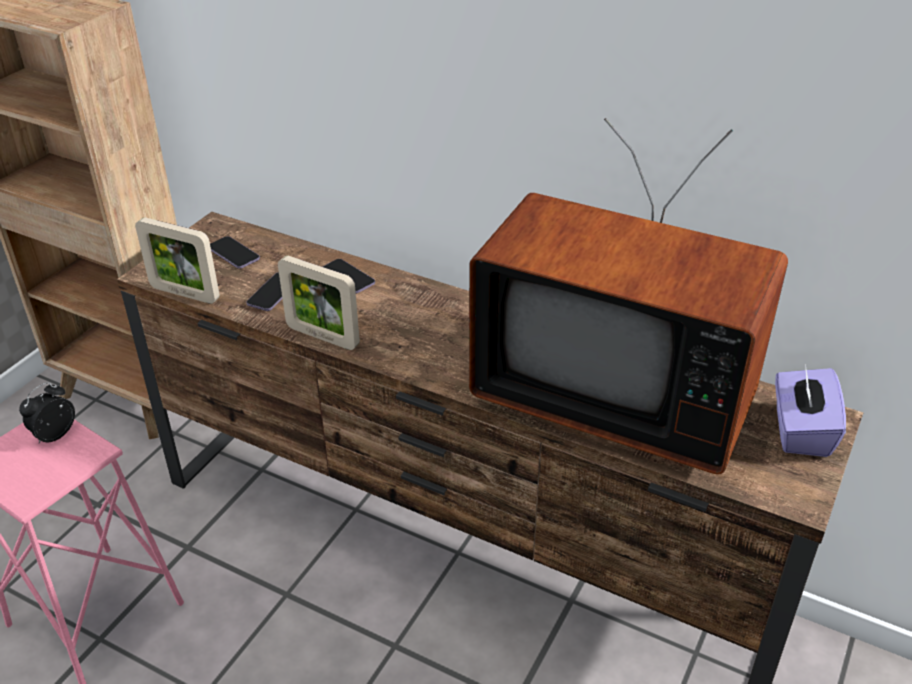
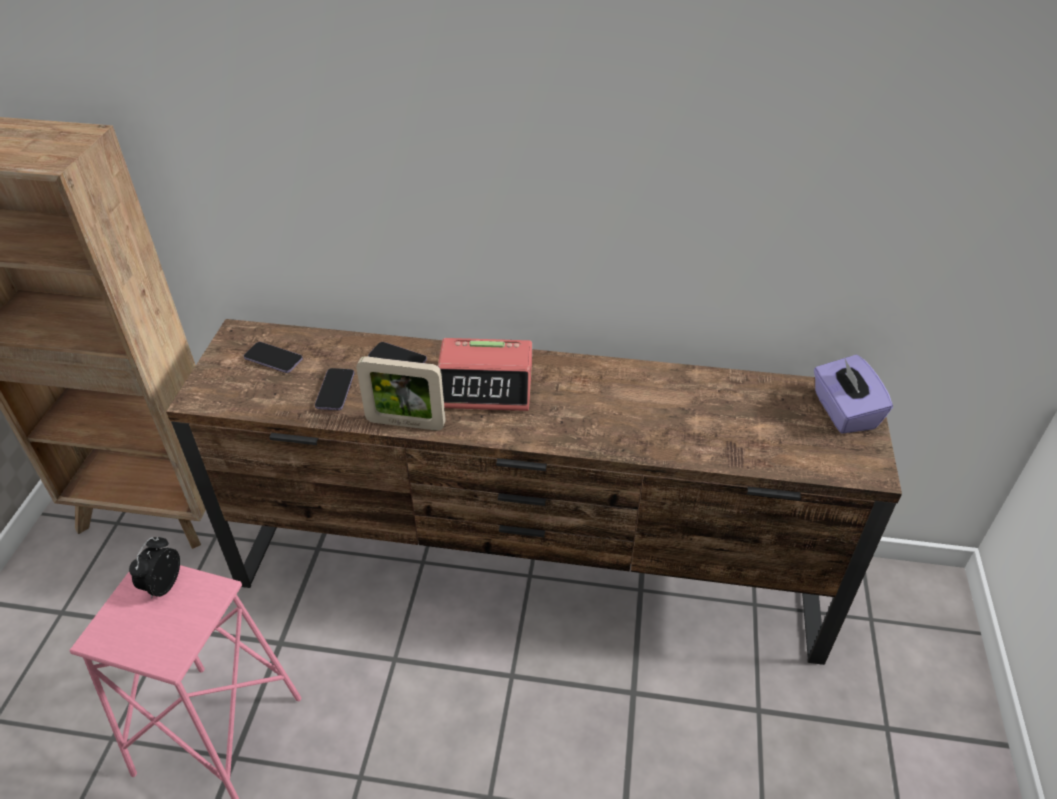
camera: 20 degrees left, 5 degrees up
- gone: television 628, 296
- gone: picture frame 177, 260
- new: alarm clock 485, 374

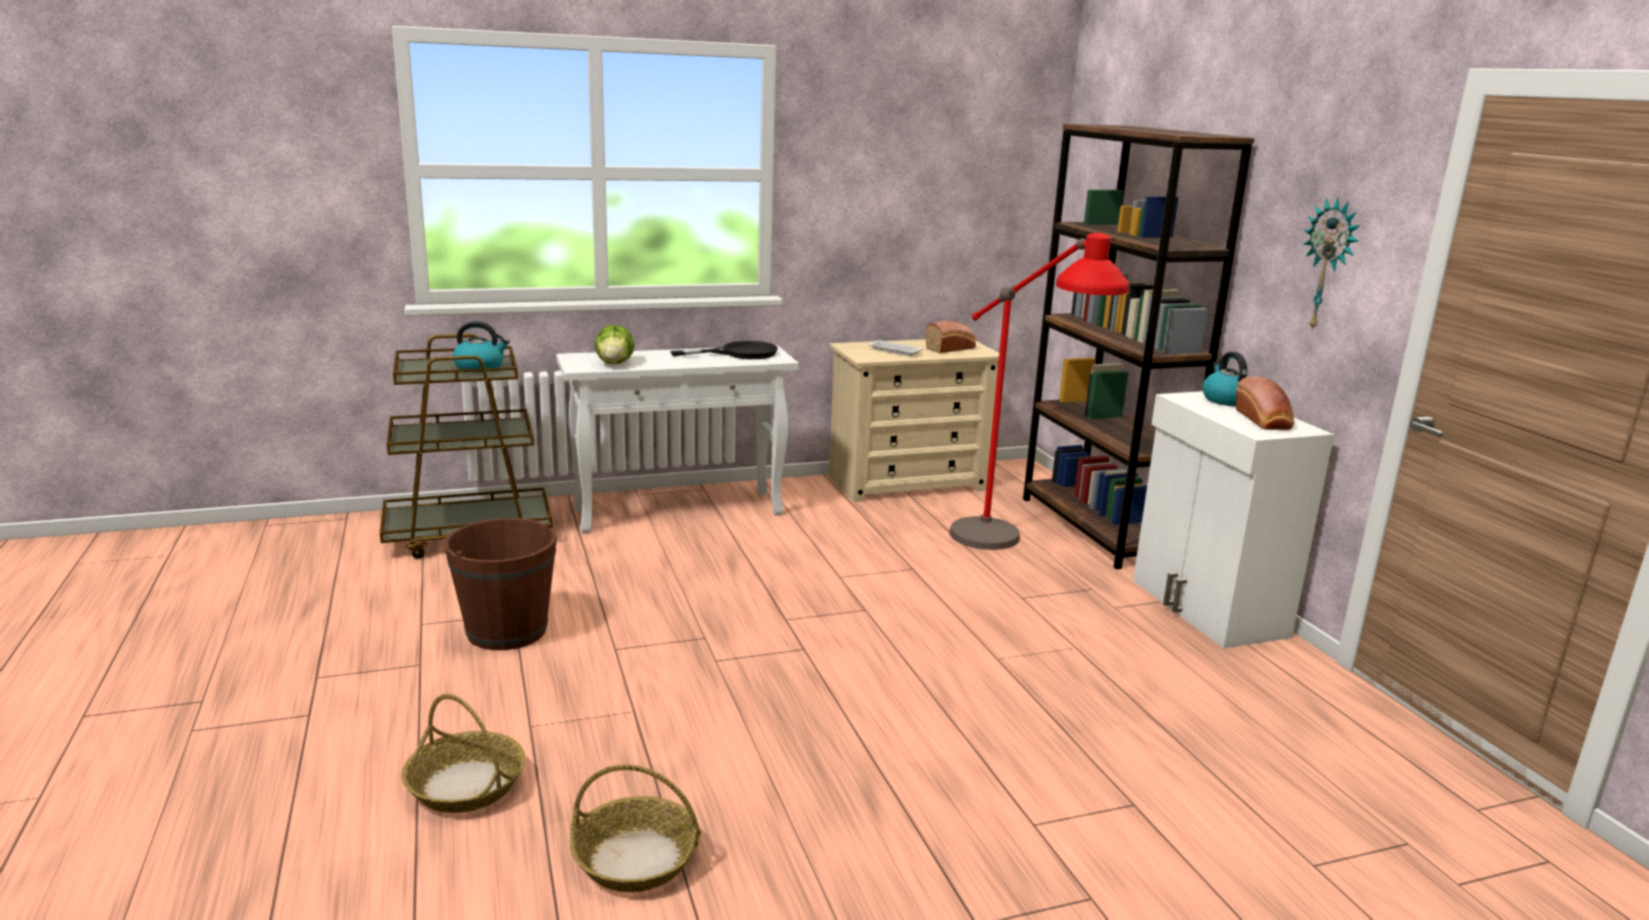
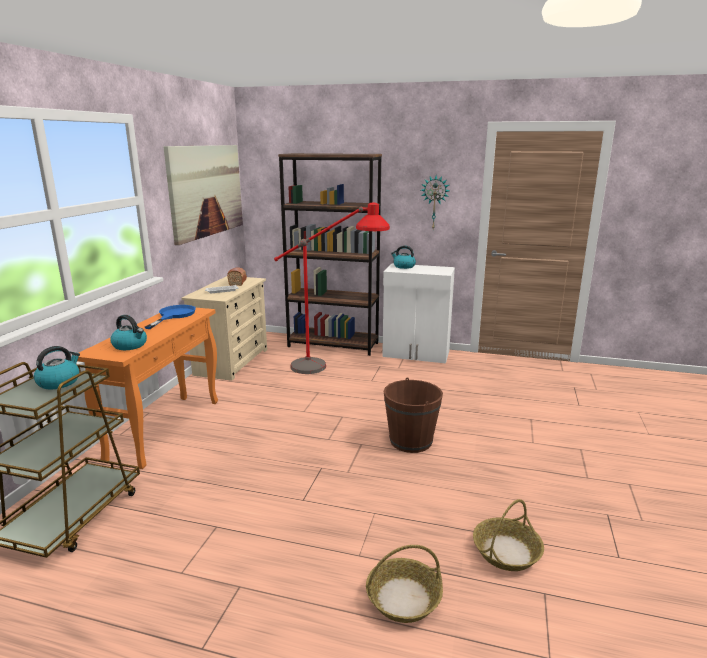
camera: 55 degrees left, 0 degrees up
- swapped: lettuce 614, 344 to kettle 128, 332
- repainted: frying pan (black) 724, 350 to frying pan (blue) 170, 317
- repainted: console table (white) 677, 439 to console table (orange) 147, 388
- gone: bread 1265, 403
- shifted: bucket (brown) 500, 584 to 413, 415
- new: picture 203, 195

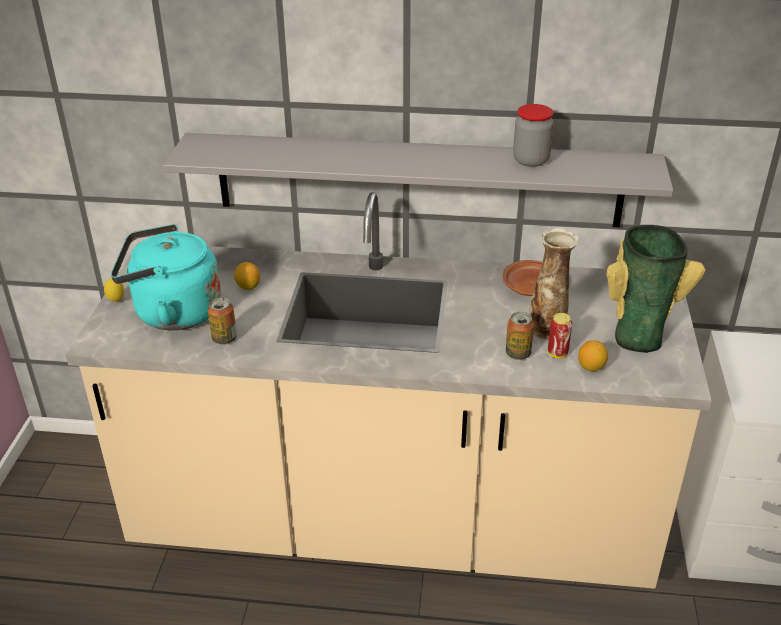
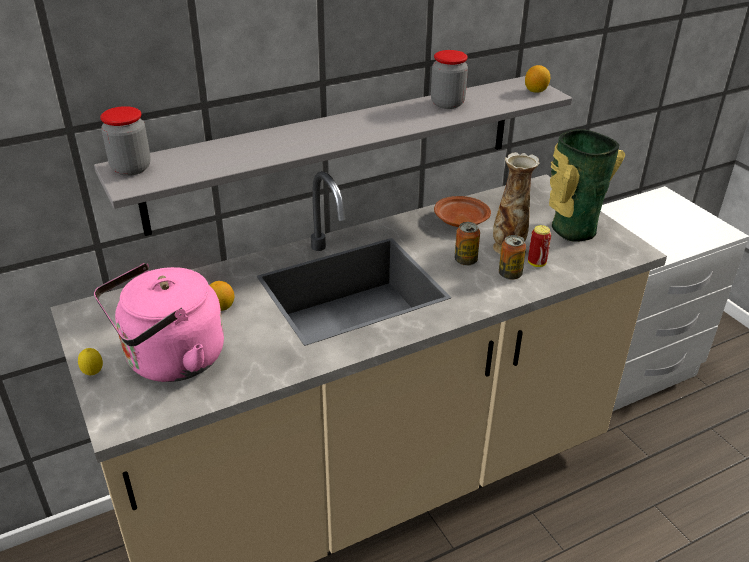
camera: 35 degrees left, 0 degrees up
- repainted: kettle (turquoise) 166, 277 to kettle (pink) 159, 322
- shifted: can 222, 320 to 467, 244
- shifted: lemon 593, 355 to 537, 79
- new: jar 125, 141

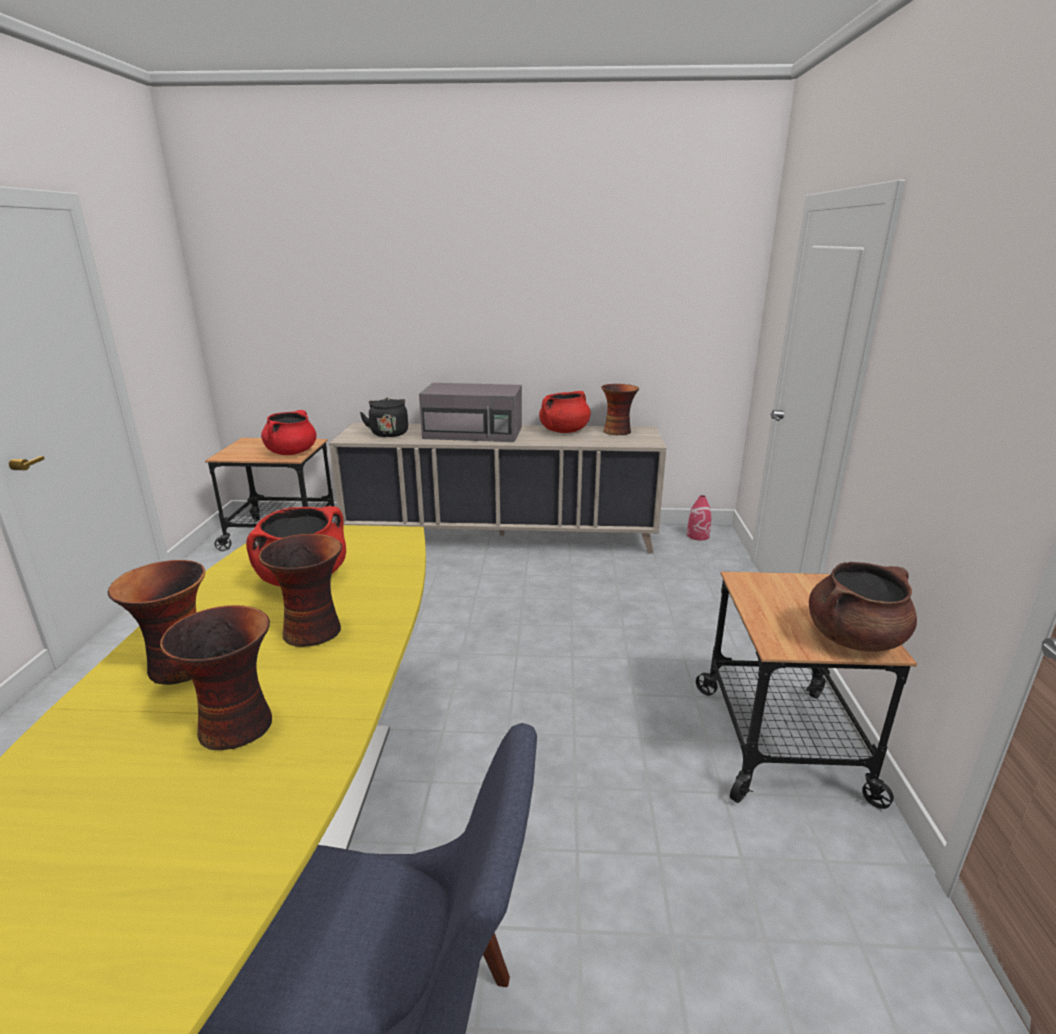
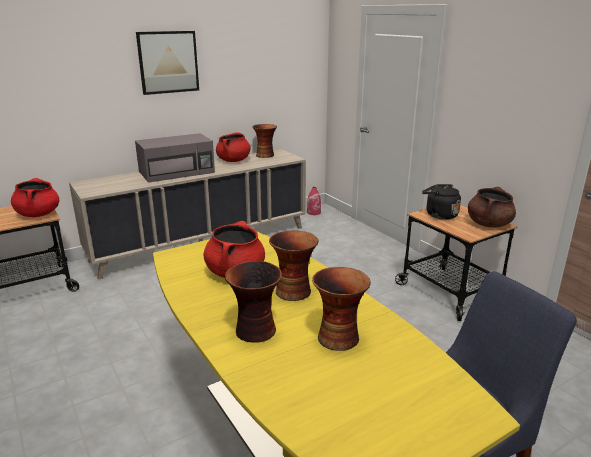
camera: 35 degrees left, 0 degrees up
- shifted: kettle (black) 384, 417 to 441, 202
- new: picture 167, 63

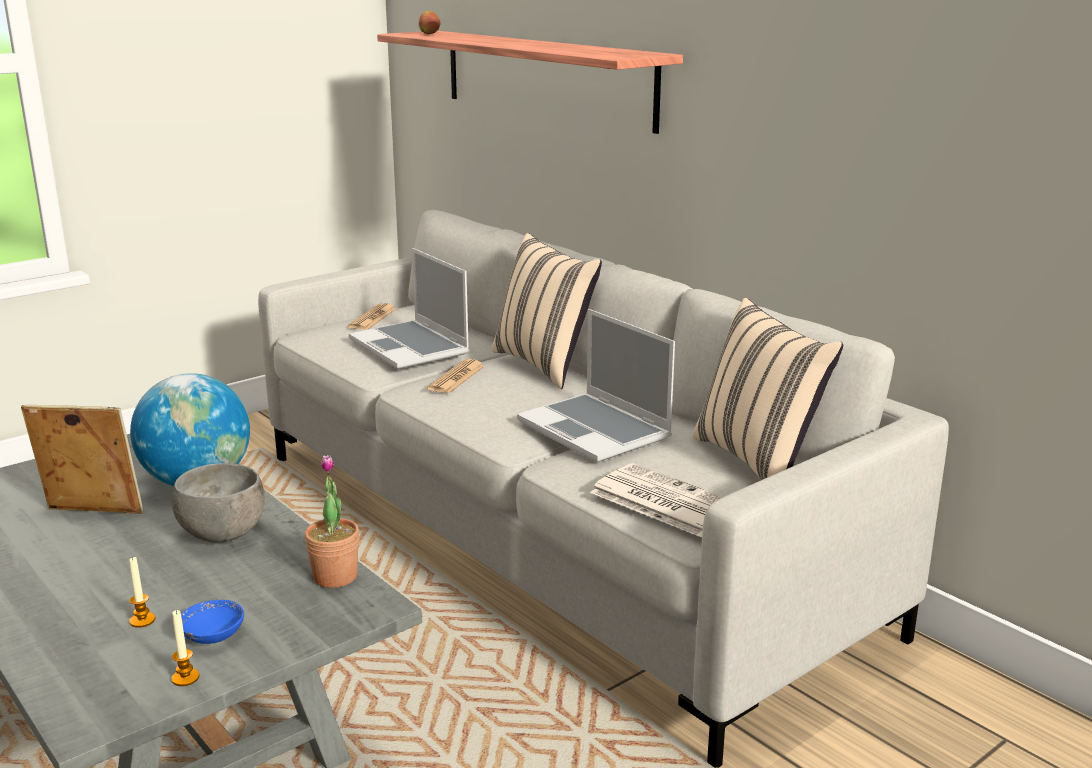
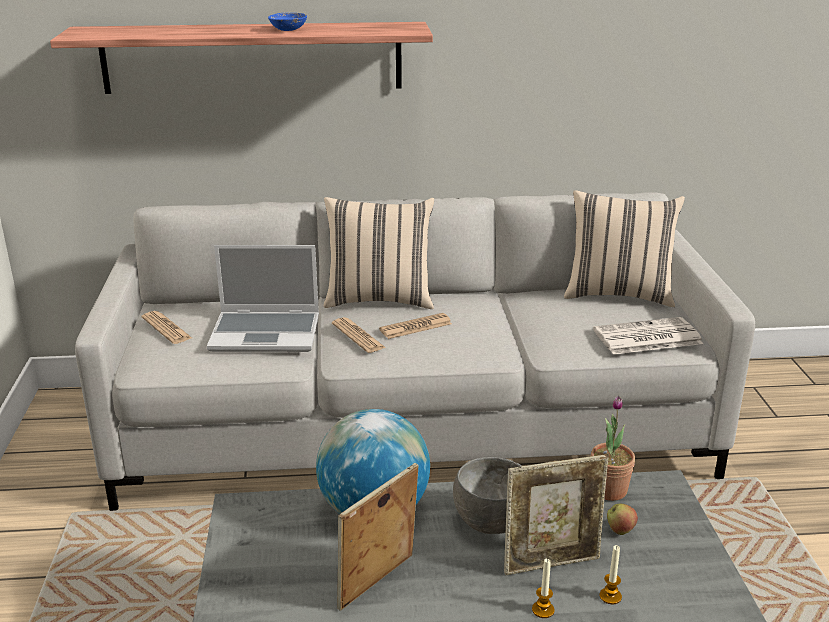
camera: 55 degrees left, 5 degrees up
- shifted: apple 430, 22 to 622, 519
- gone: laptop 596, 386
- shifted: bowl (blue) 212, 622 to 287, 22
- shifted: candle 185, 648 to 543, 588
- new: newspaper 415, 326
- new: picture frame 556, 515

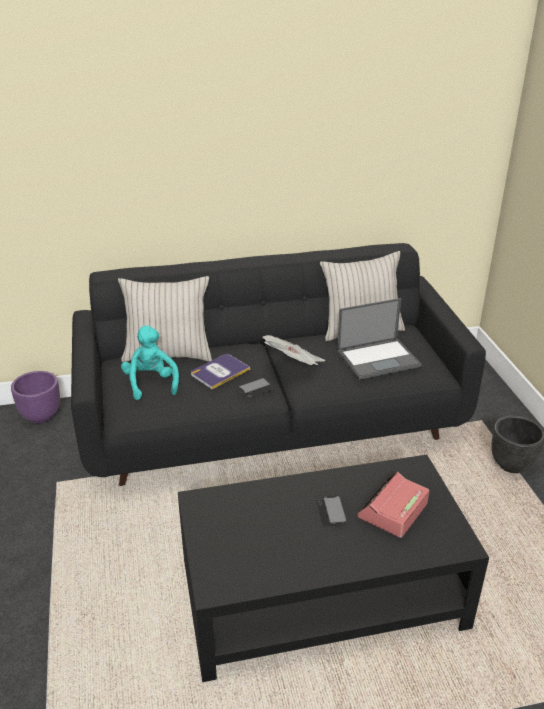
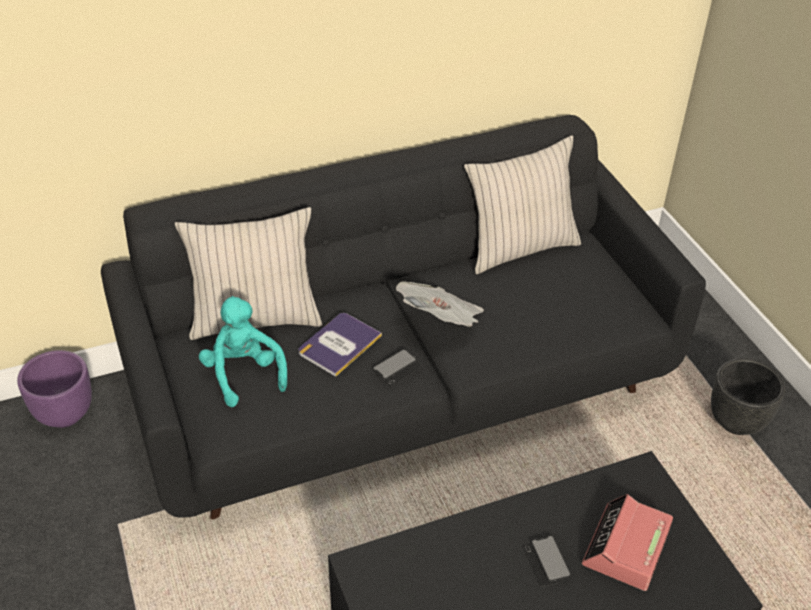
camera: 10 degrees left, 10 degrees up
- gone: laptop 379, 339

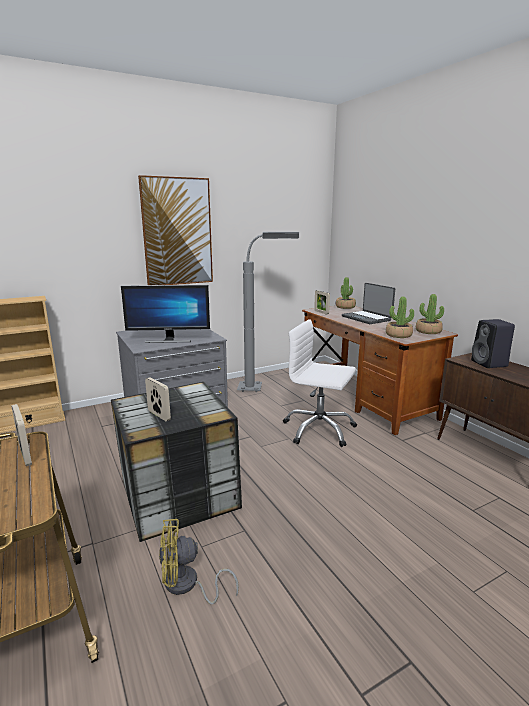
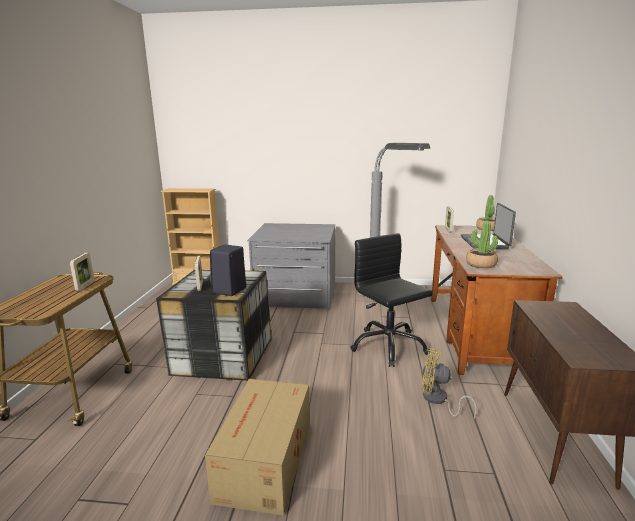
camera: 35 degrees right, 0 degrees up
- gone: picture 175, 230
- gone: monitor 165, 314
- gone: potted plant 430, 314
- repainted: office chair (white) 320, 383 to office chair (black) 391, 300
- shifted: speaker (black) 493, 343 to 228, 270
- shifted: fan (yellow) 199, 561 to 449, 383
- new: cardboard box 257, 447

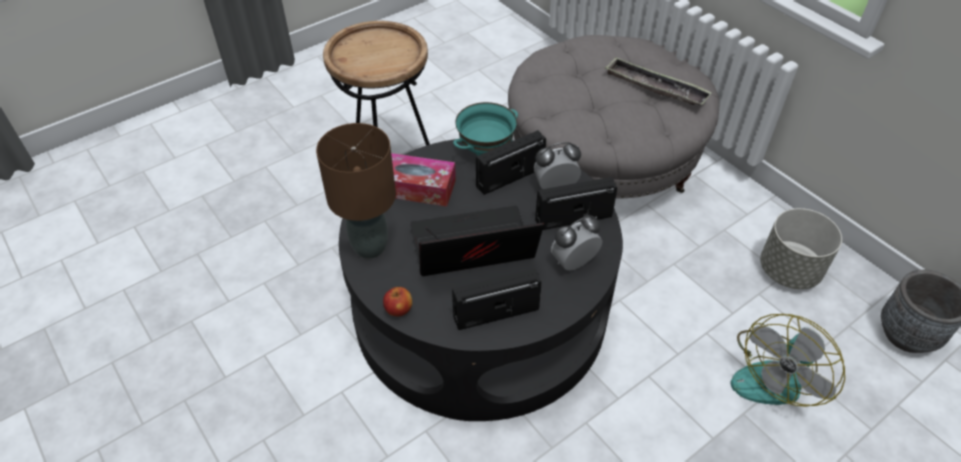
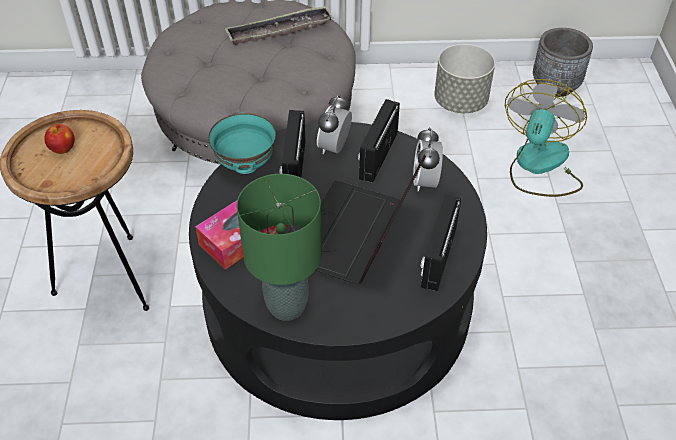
camera: 55 degrees left, 0 degrees up
- repainted: table lamp (brown) 356, 191 to table lamp (green) 279, 247
- shifted: apple 397, 301 to 59, 139
- rotated: fan 788, 360 = 546, 138 150 degrees counterclockwise

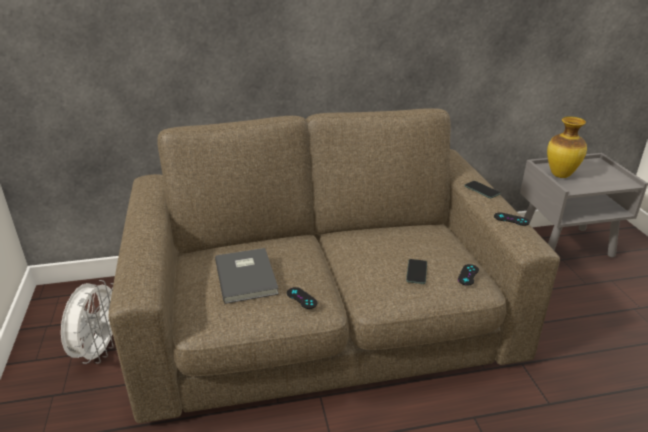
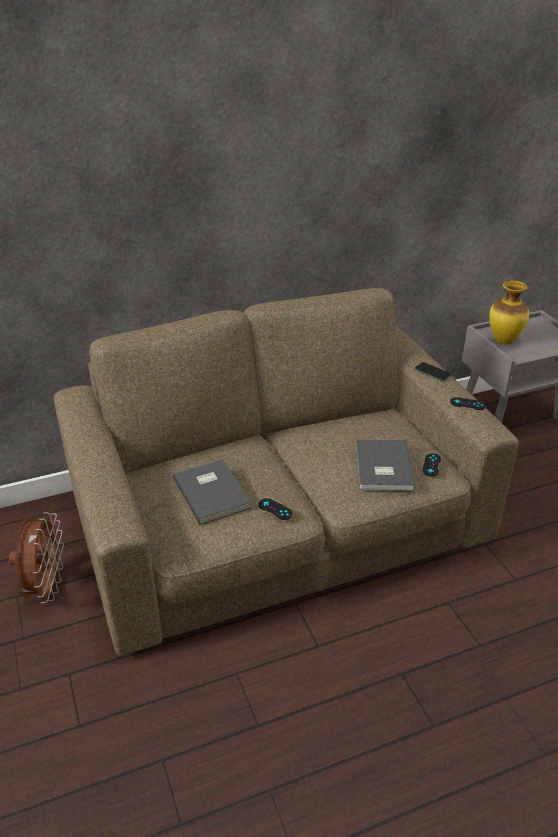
camera: 10 degrees left, 5 degrees up
- swapped: phone 416, 271 to book (grey) 385, 465
- repainted: fan (white) 87, 322 to fan (brown) 36, 557

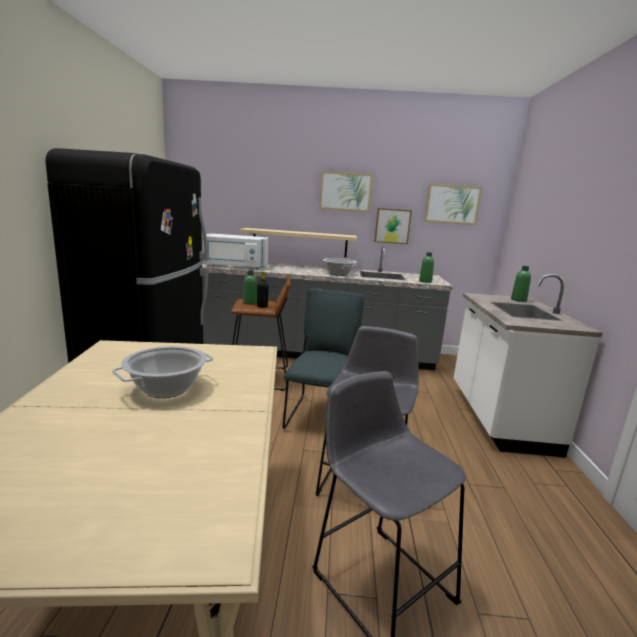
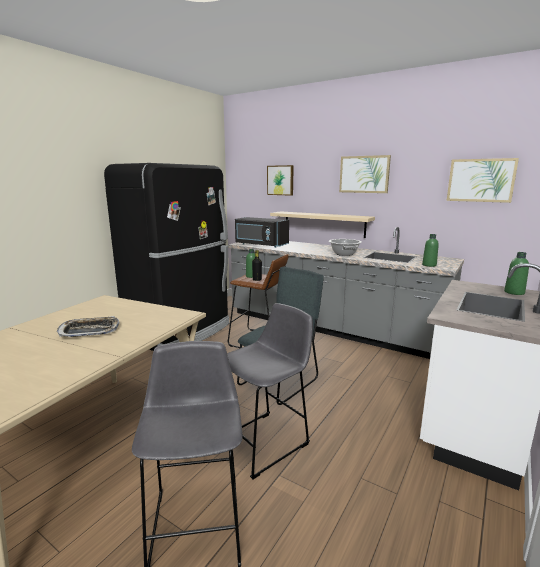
camera: 30 degrees right, 0 degrees up
- shifted: picture 393, 226 to 280, 180
- repainted: microwave (white) 235, 251 to microwave (black) 262, 232
- swapped: cooking pot 162, 372 to tray 88, 326

